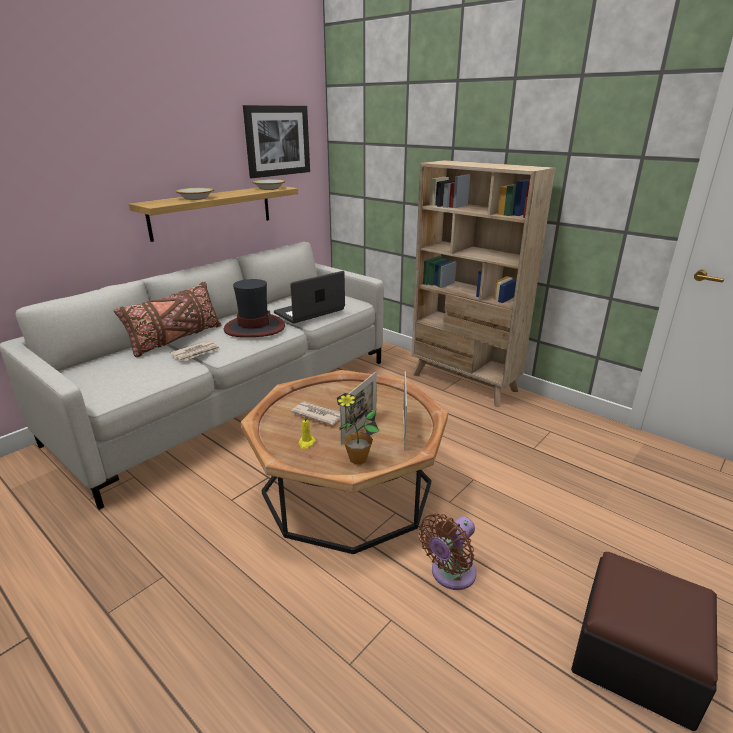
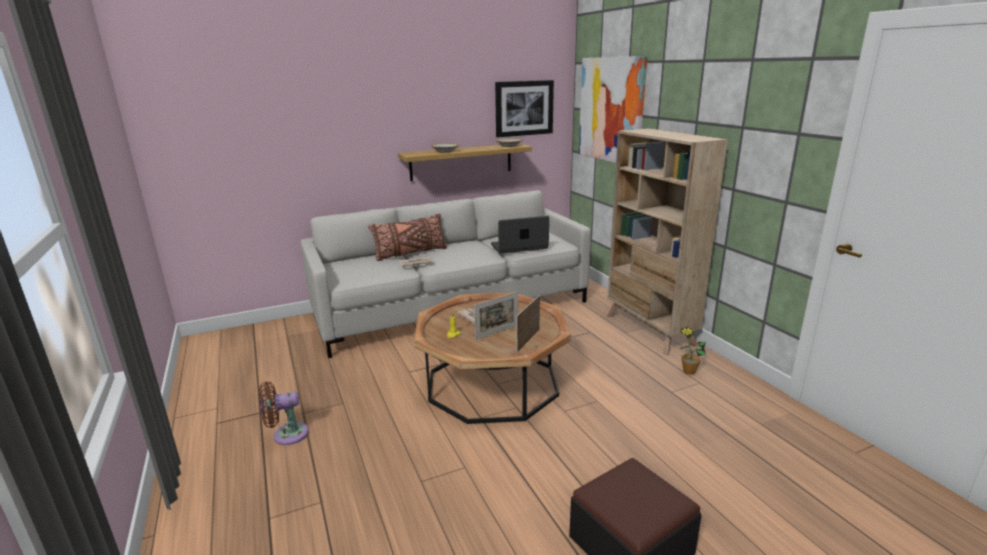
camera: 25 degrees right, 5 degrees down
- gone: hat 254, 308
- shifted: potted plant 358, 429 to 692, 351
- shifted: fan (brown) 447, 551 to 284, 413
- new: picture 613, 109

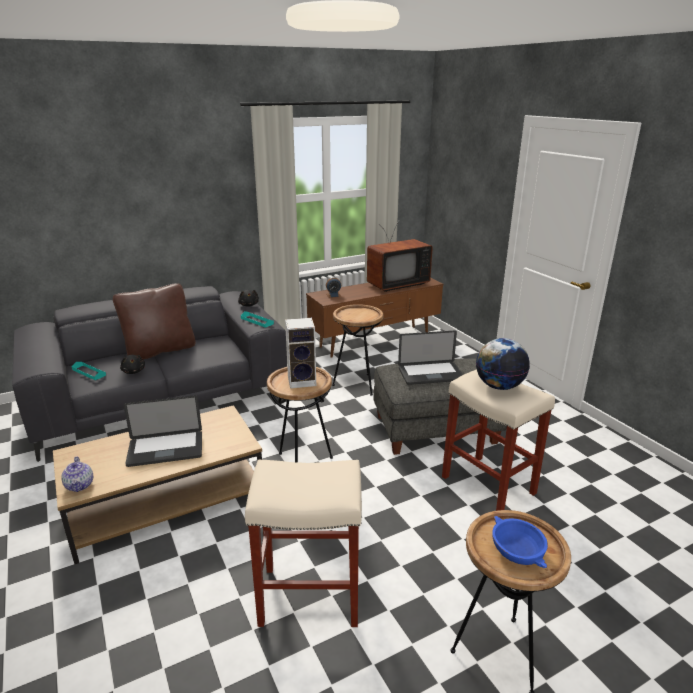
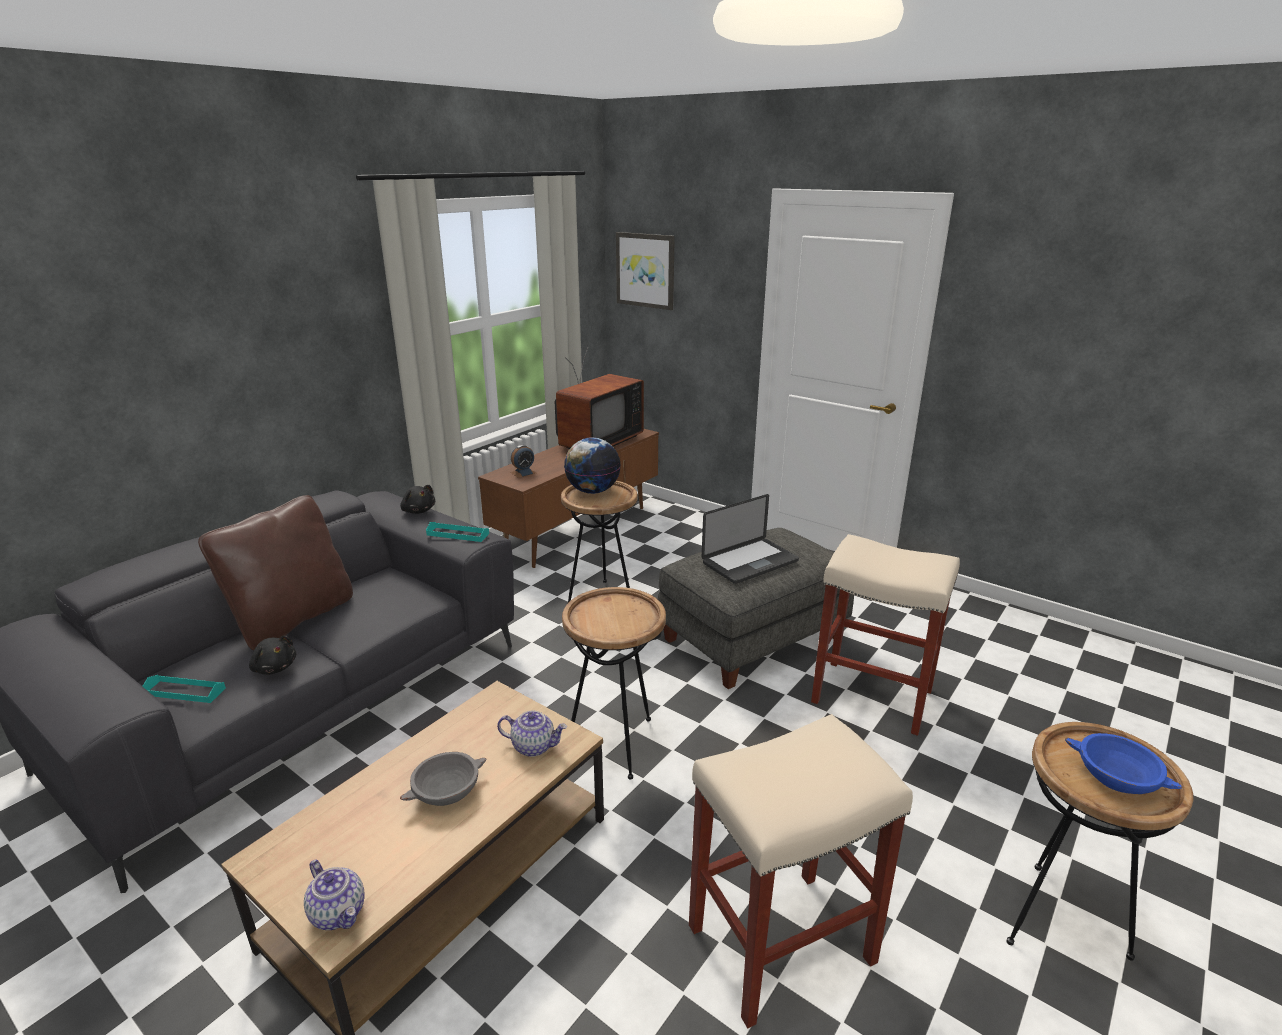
camera: 25 degrees left, 0 degrees up
- gone: speaker 300, 353
- shifted: globe 503, 364 to 592, 465
- swapped: laptop 162, 431 to bowl (grey) 443, 779
- new: picture 645, 271
- new: teapot 532, 734

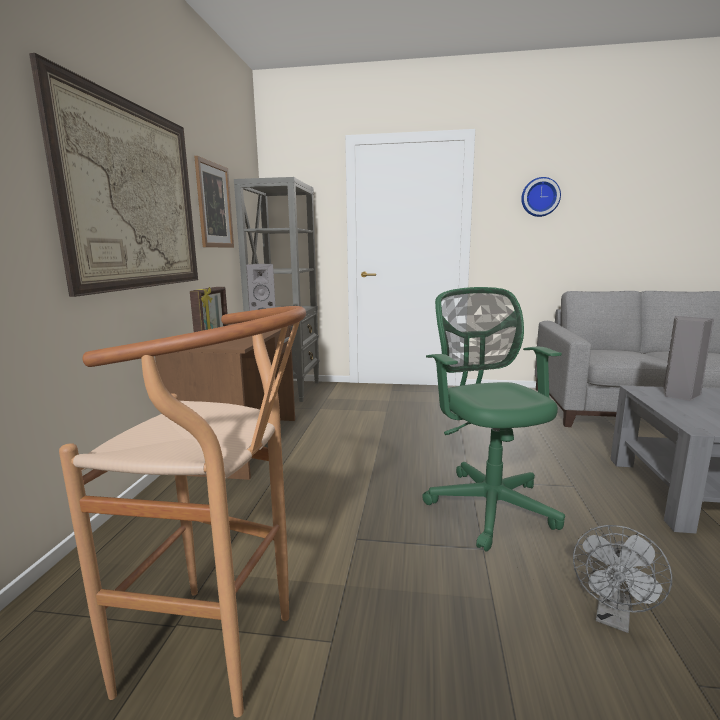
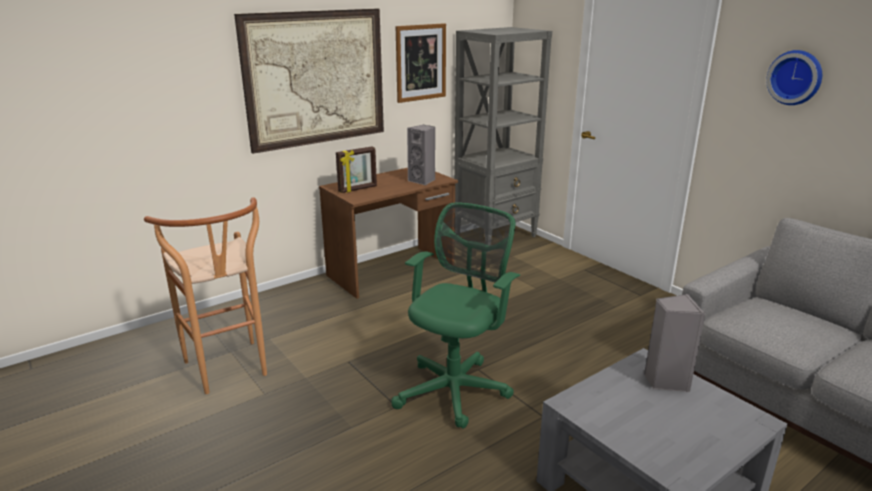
camera: 45 degrees right, 10 degrees up
- gone: fan (grey) 622, 579

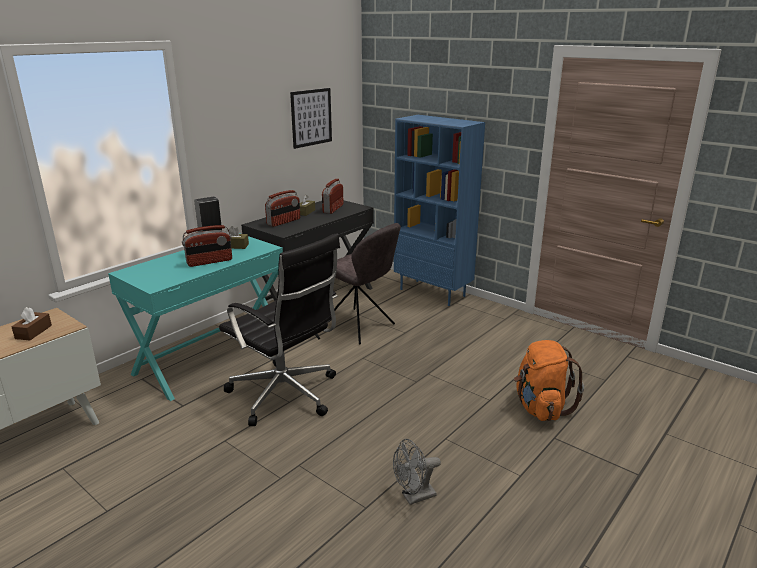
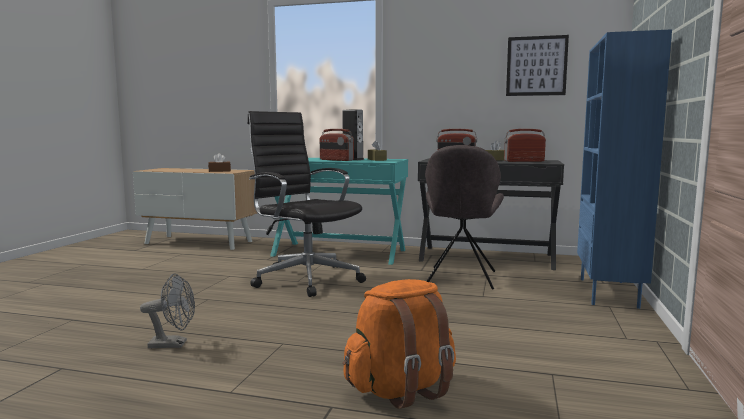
camera: 65 degrees right, 15 degrees down
- rotated: office chair (black) 279, 329 = 307, 204 120 degrees clockwise
- rotated: fan (grey) 417, 472 = 167, 310 135 degrees clockwise

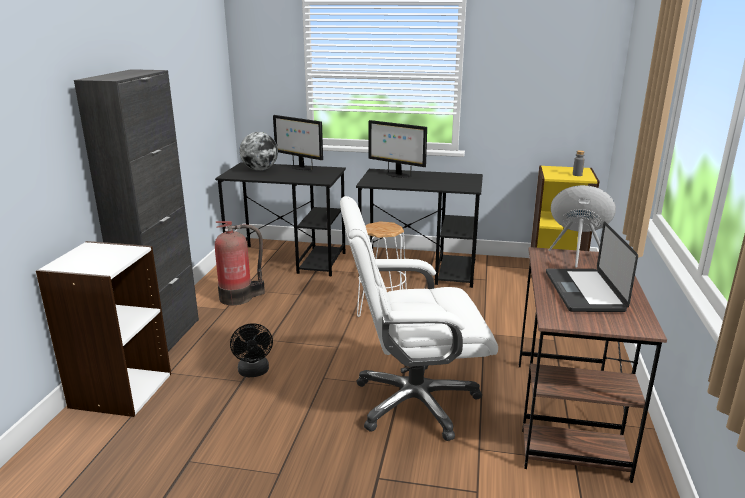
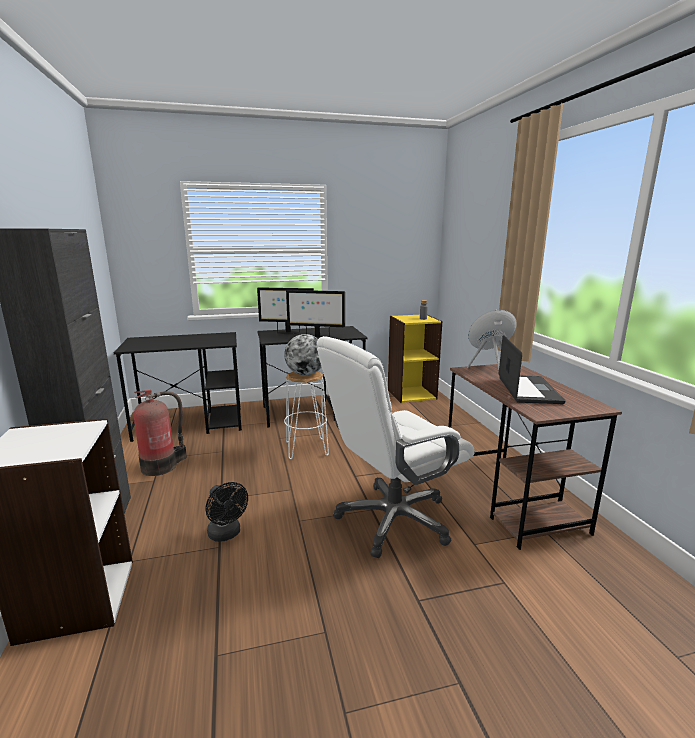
camera: 25 degrees left, 5 degrees down
- shifted: monitor 298, 142 to 315, 314
- shifted: globe 259, 151 to 302, 354
- rotated: laptop 592, 266 = 532, 369 150 degrees counterclockwise

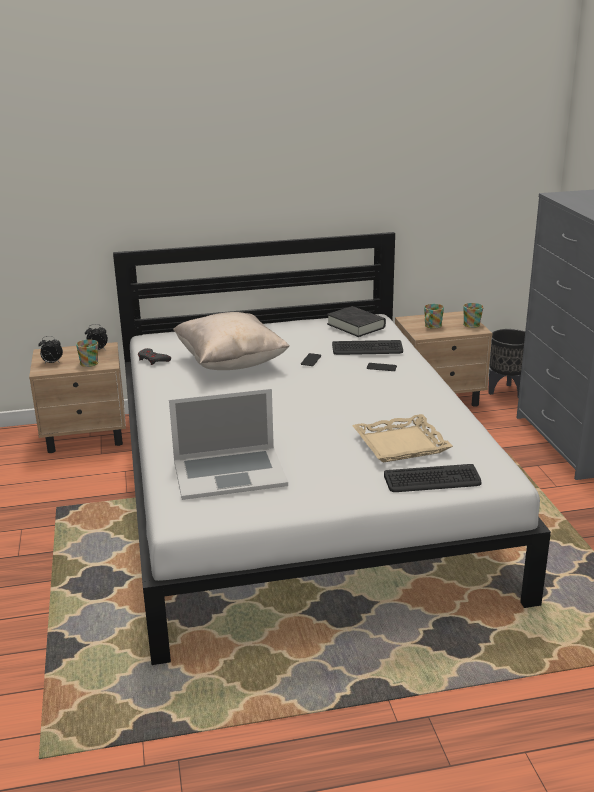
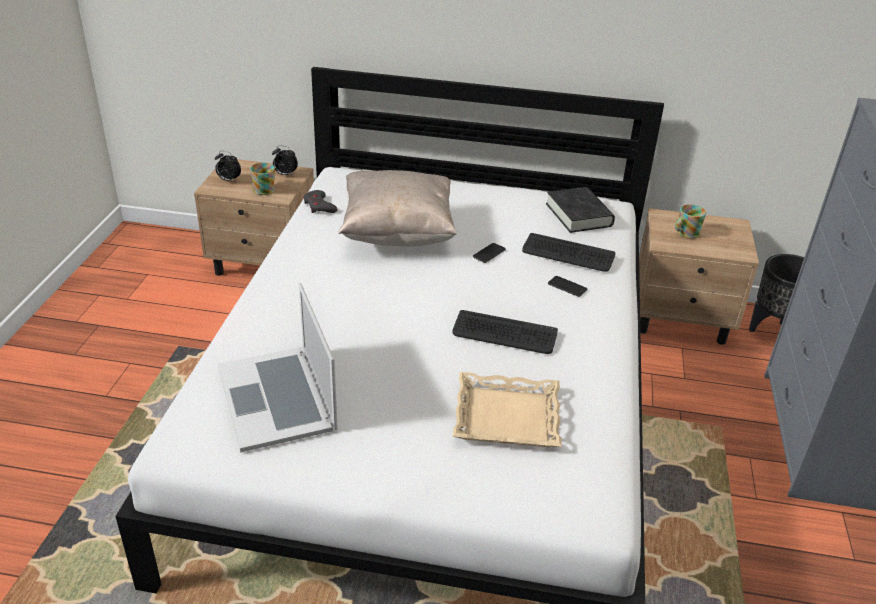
camera: 20 degrees right, 10 degrees up
- gone: mug 473, 315
- rotated: laptop 228, 444 = 278, 367 60 degrees clockwise
- shifted: keyboard 432, 478 to 505, 332

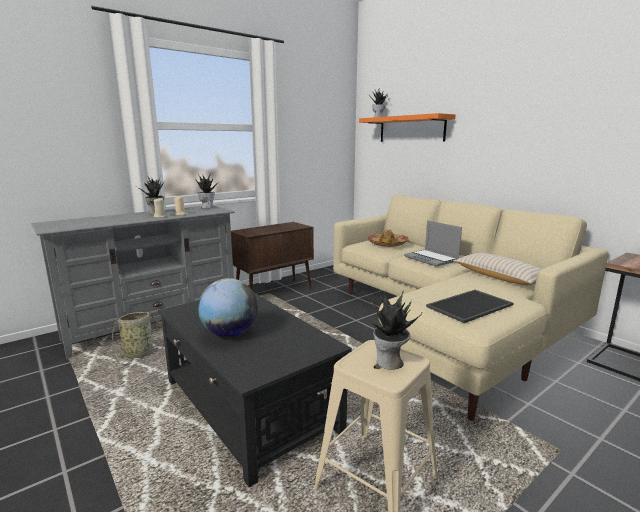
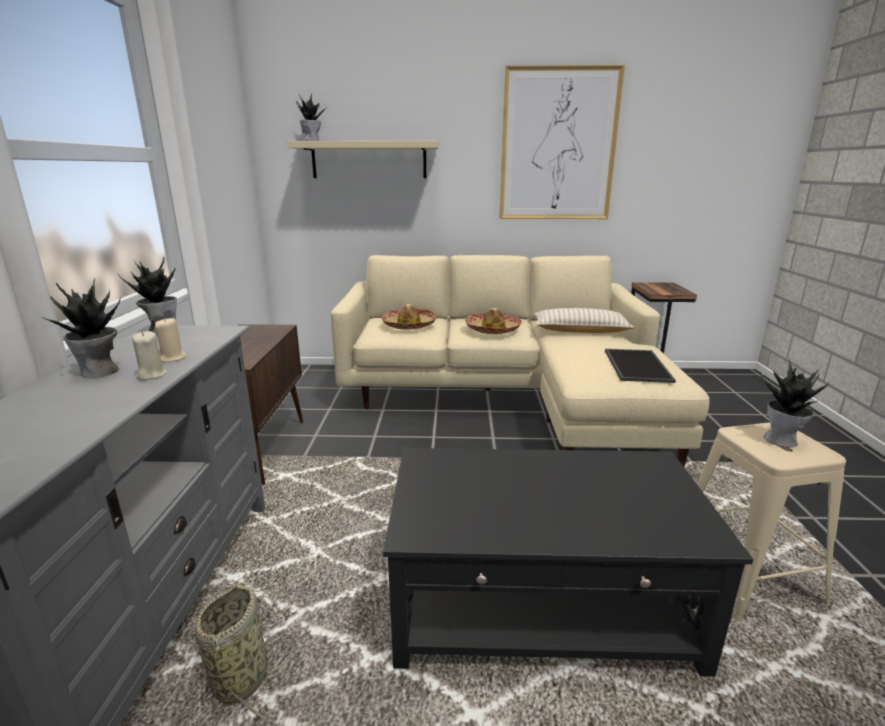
camera: 50 degrees left, 5 degrees up
- repainted: shelf (orange) 407, 127 to shelf (beige) 363, 159
- swapped: laptop 433, 243 to hat 493, 321
- gone: globe 228, 307
- new: picture 562, 142

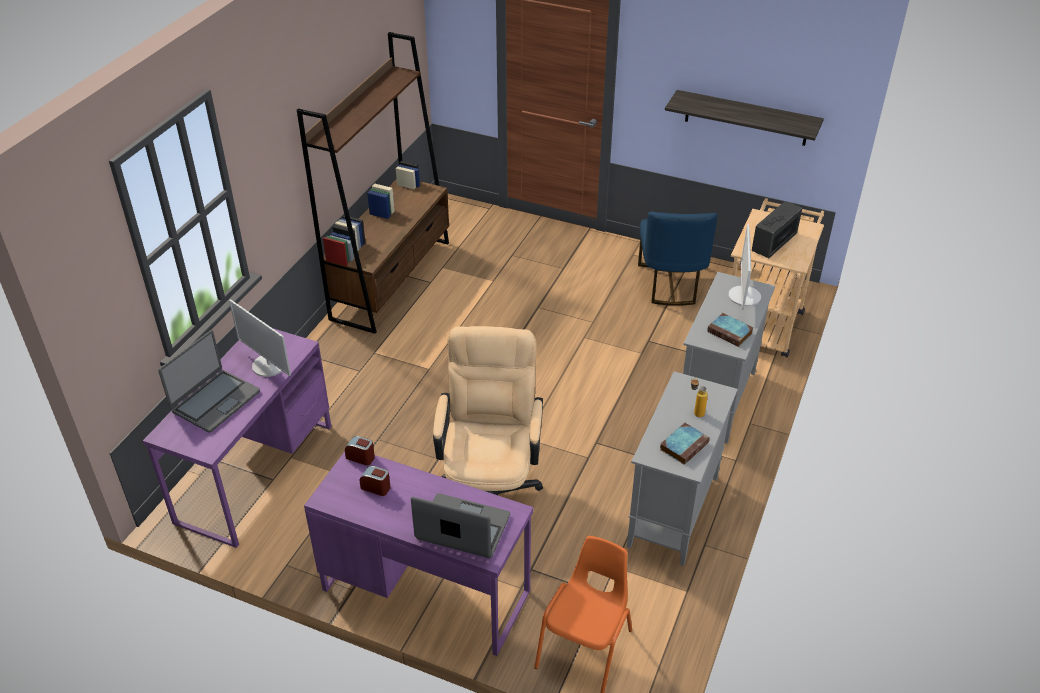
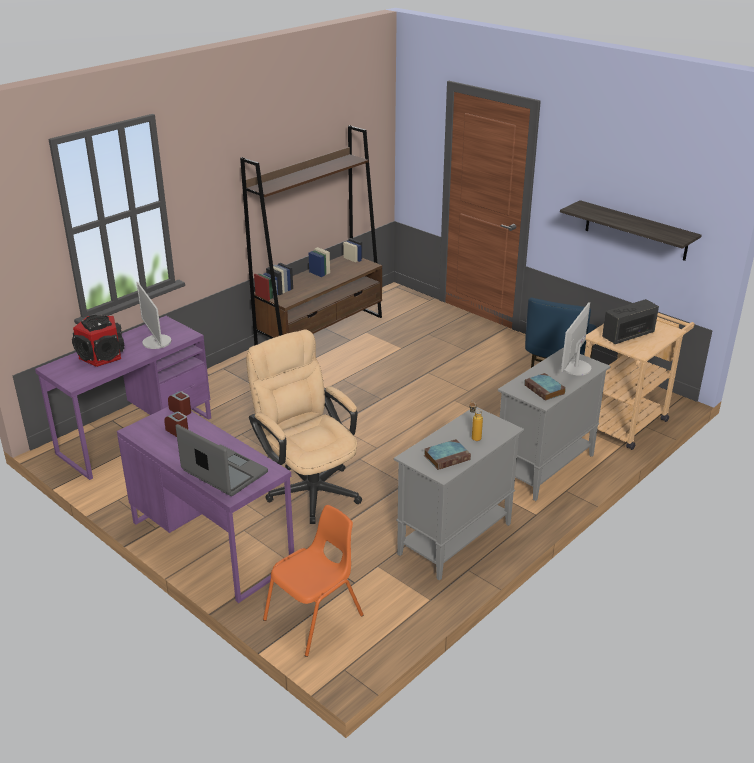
camera: 20 degrees right, 10 degrees down
- rotated: office chair (beige) 488, 411 = 304, 426 60 degrees counterclockwise
- swapped: laptop 209, 381 to speaker 98, 341

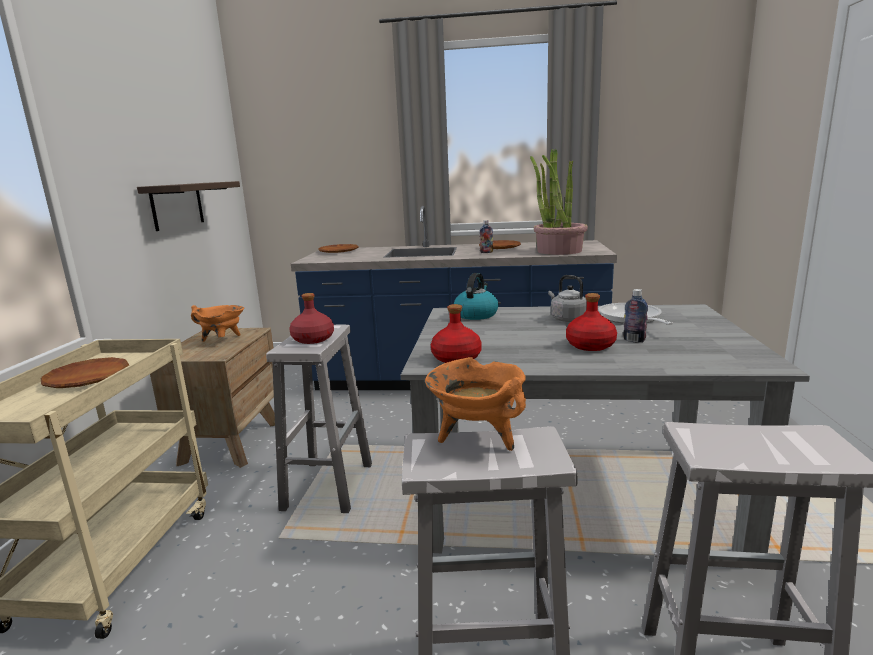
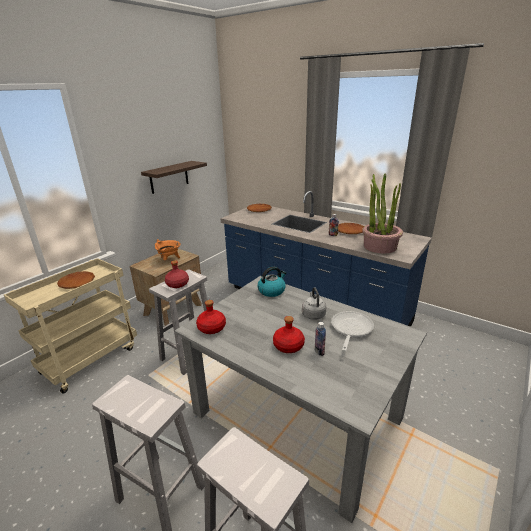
camera: 30 degrees right, 10 degrees up
- gone: cooking pot (orange) 475, 404

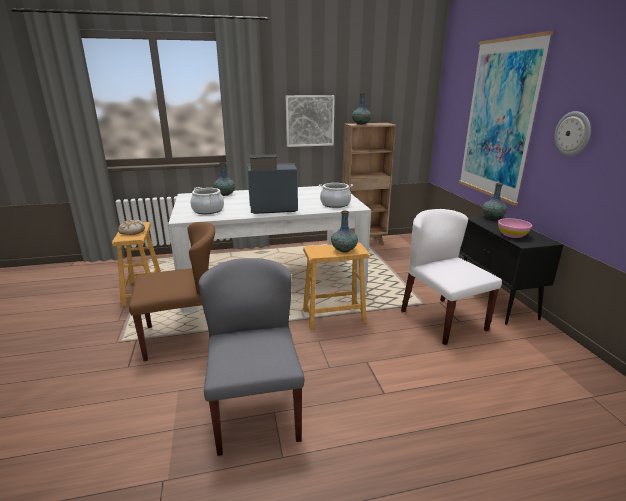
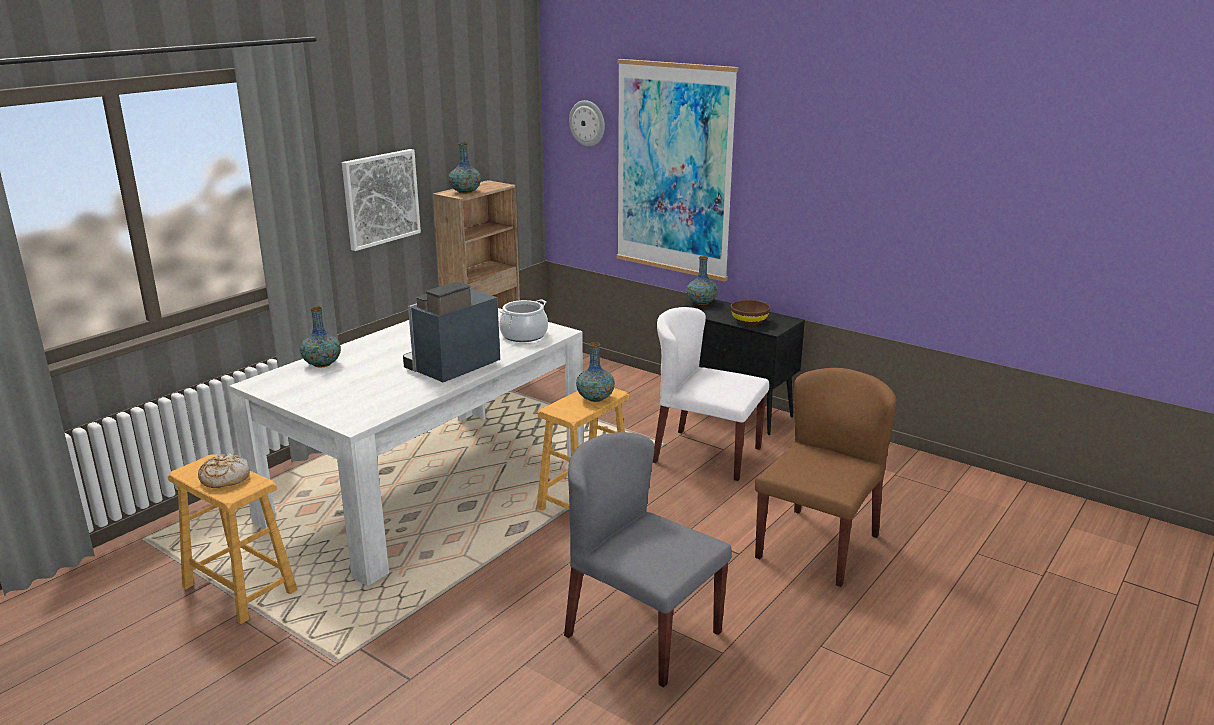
camera: 40 degrees left, 0 degrees up
- shifted: wall clock 572, 133 to 587, 123
- gone: cooking pot 207, 200
- repainted: bowl (pink) 515, 228 to bowl (brown) 750, 312
- shifted: chair (brown) 172, 291 to 825, 477

